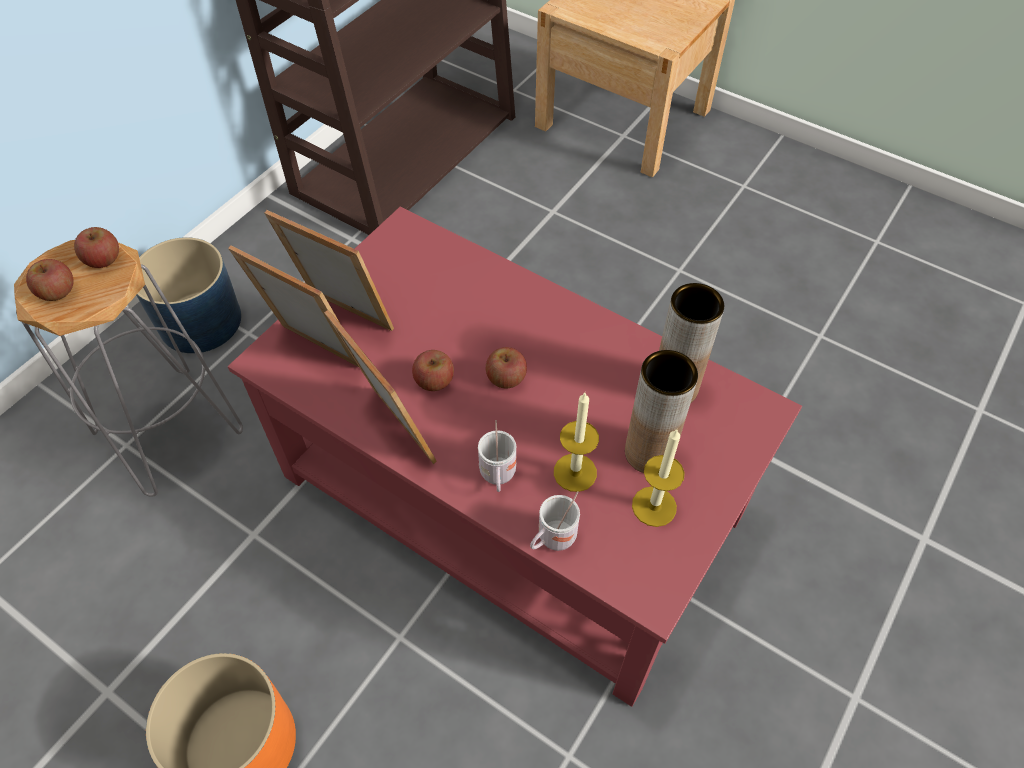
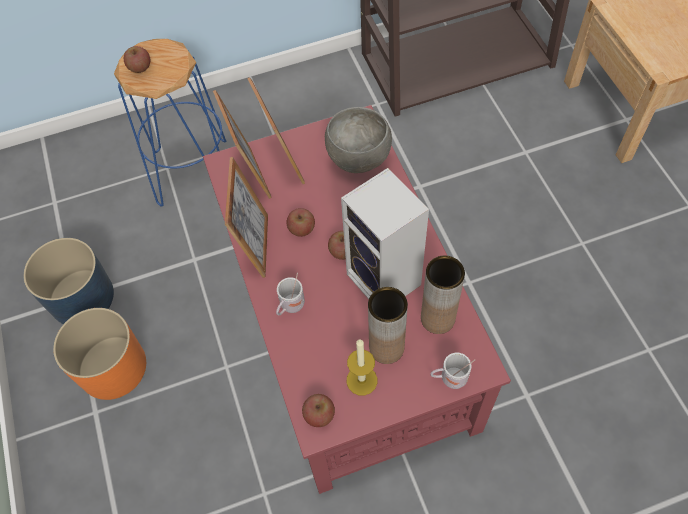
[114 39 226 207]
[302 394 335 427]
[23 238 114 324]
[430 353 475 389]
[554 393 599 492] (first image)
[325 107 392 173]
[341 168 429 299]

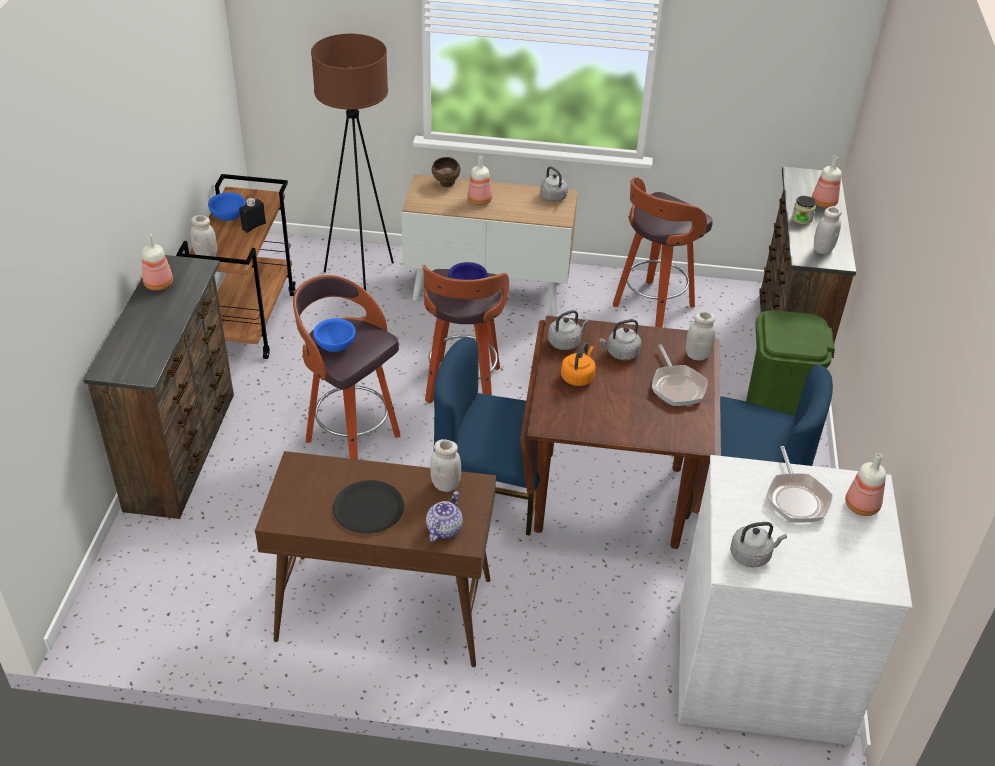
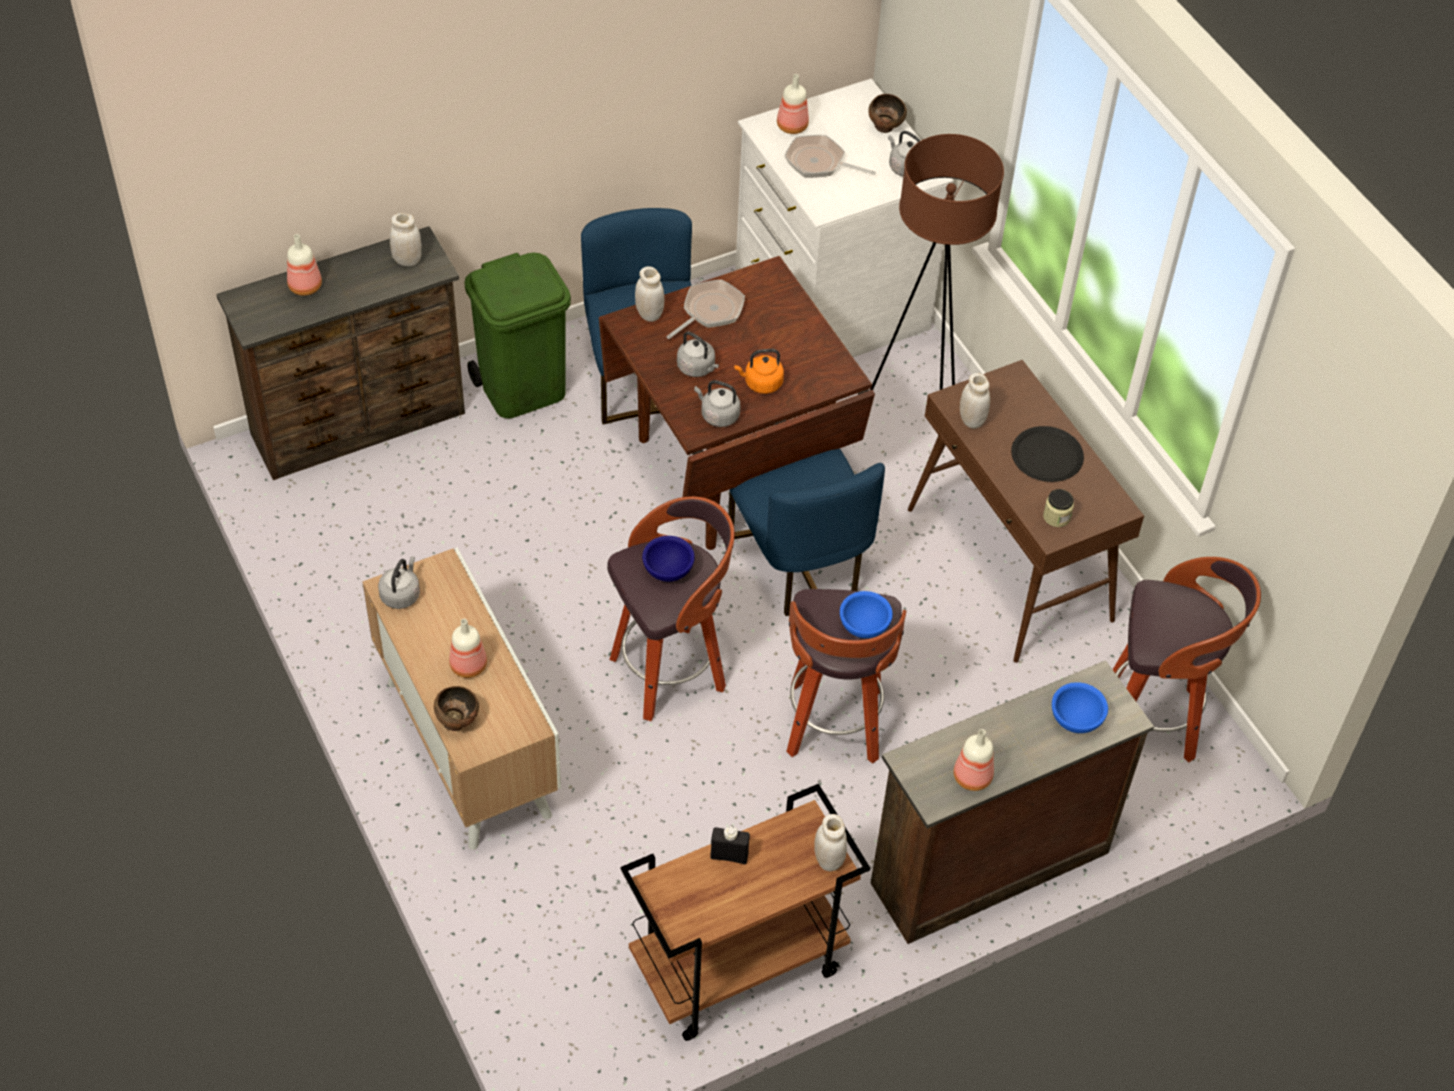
[1052 682 1108 733]
[870 134 1004 390]
[426 491 463 542] (first image)
[1113 557 1261 762]
[784 135 876 178]
[1043 489 1074 527]
[868 94 907 133]

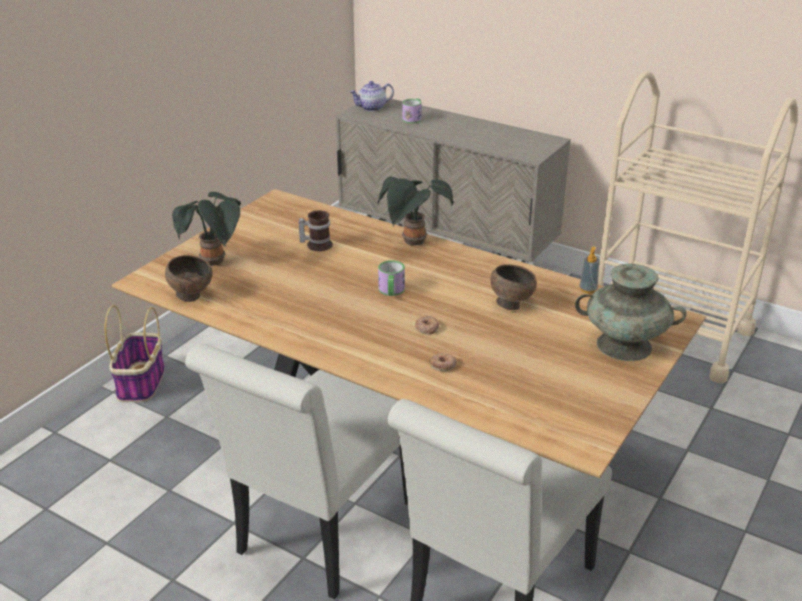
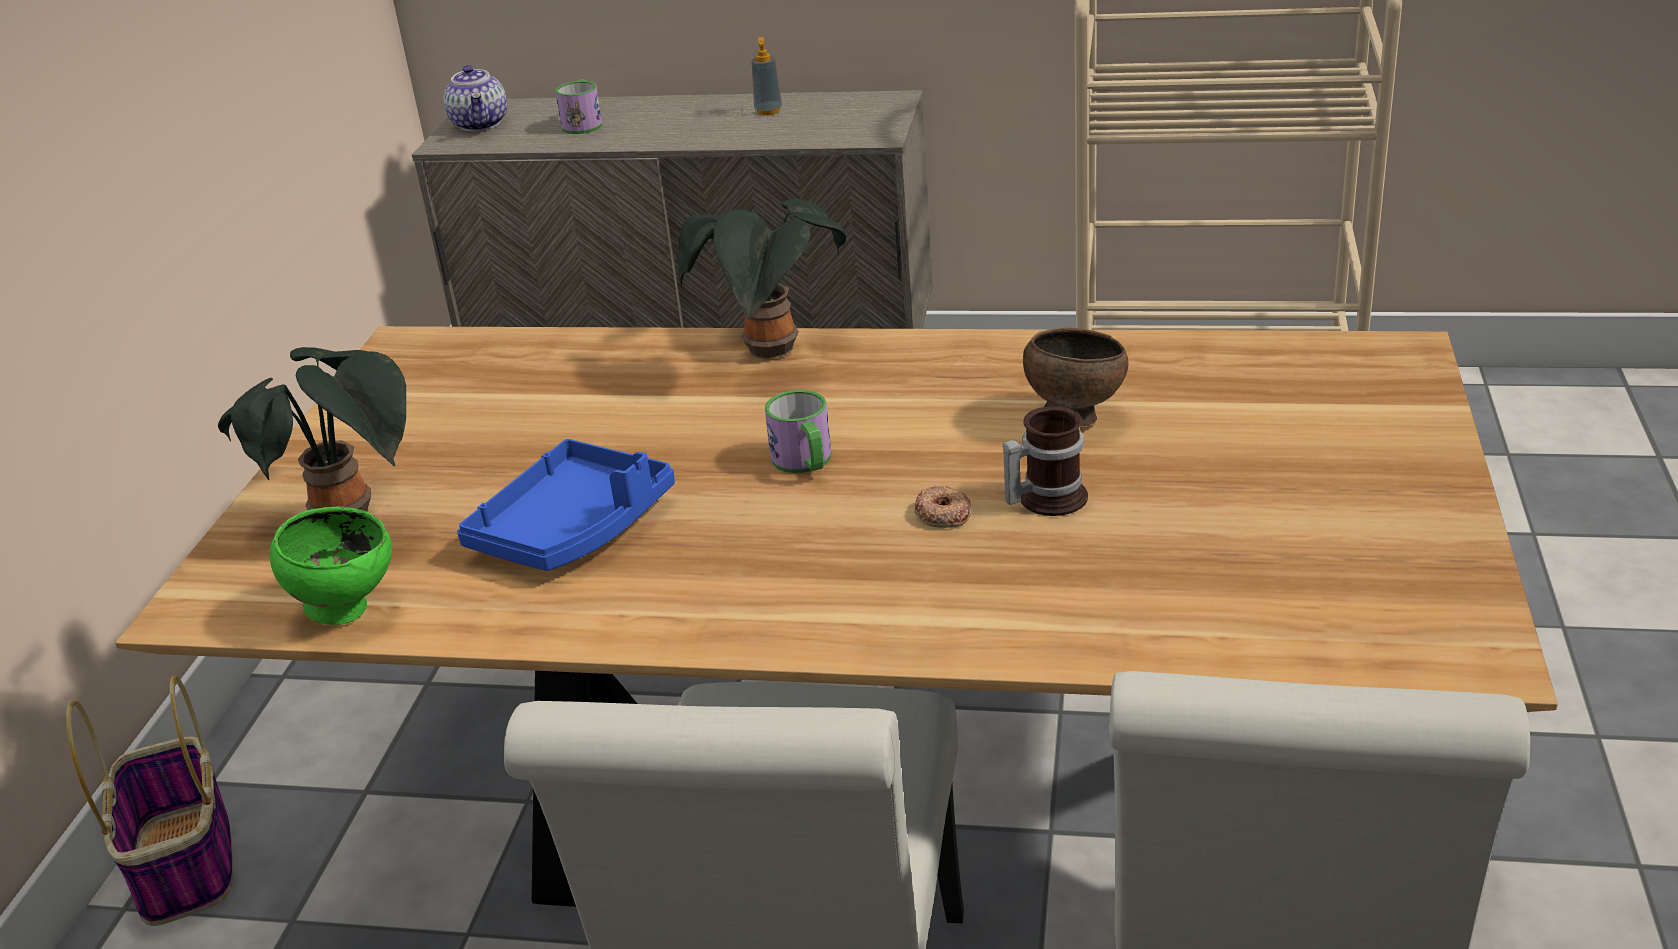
[269 506 392 625]
[1003 406 1088 516]
[444 65 507 131]
[429 353 457 371] (first image)
[575 264 687 361] (first image)
[751 37 782 115]
[457 439 675 571]

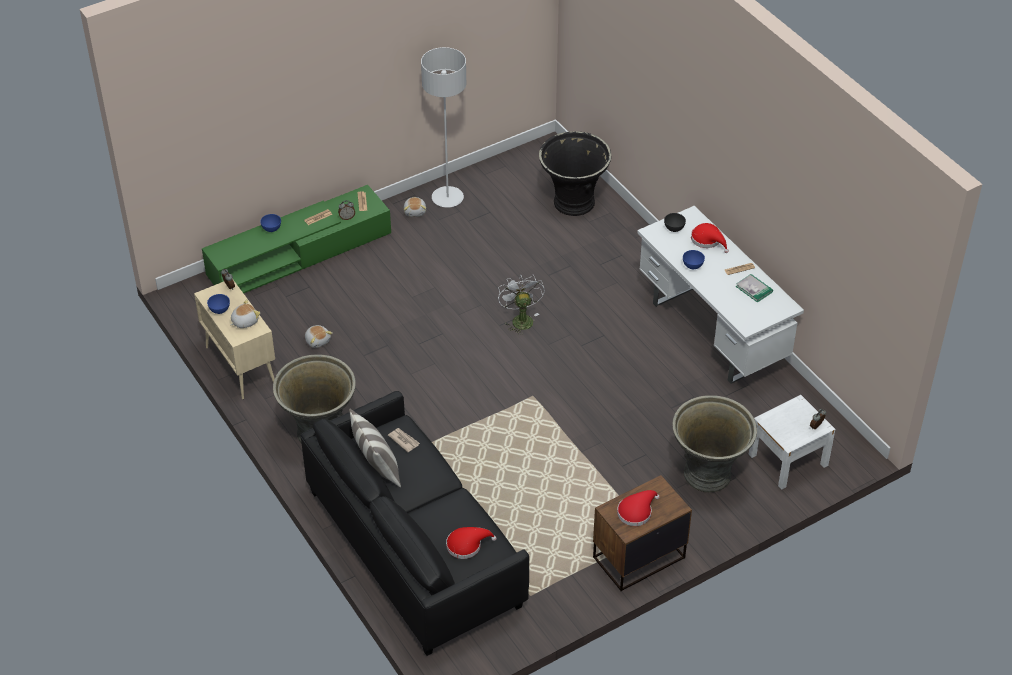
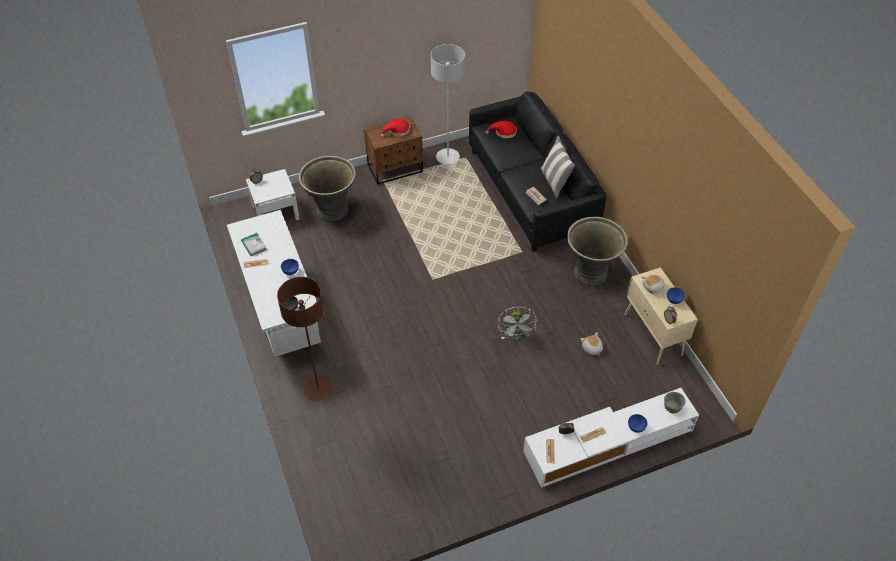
[523 388 699 488]
[404 197 426 217] (first image)
[431 44 465 165]
[498 307 536 339]
[539 131 611 216] (first image)
[691 223 729 253] (first image)
[277 277 333 401]
[664 392 686 414]

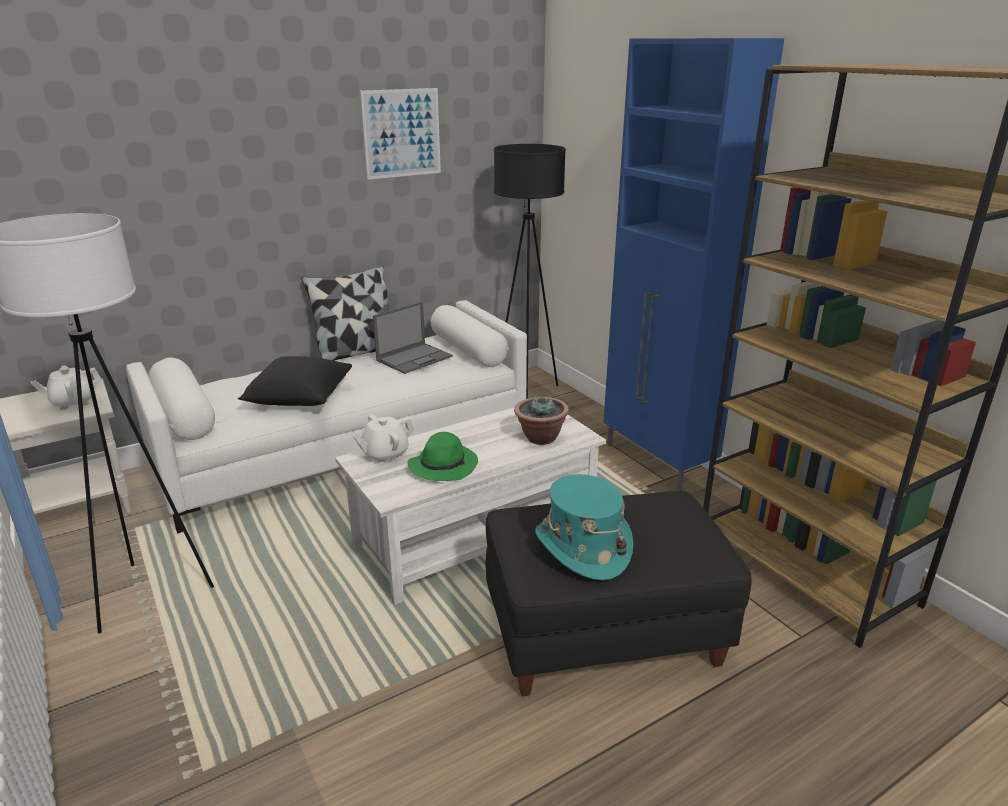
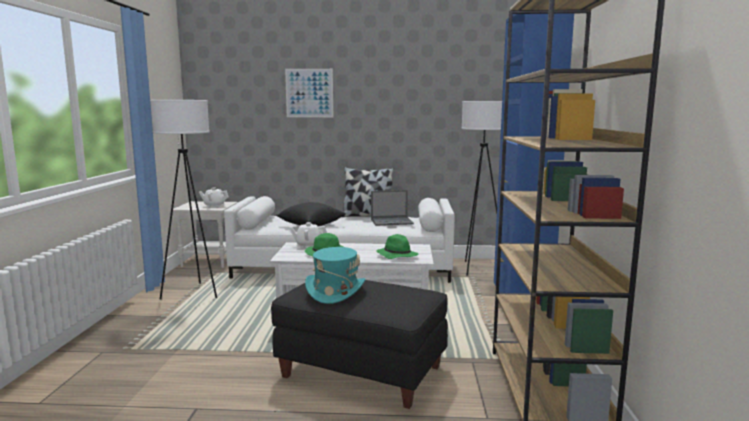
[285 69 333 117]
[461 101 502 276]
[376 234 419 259]

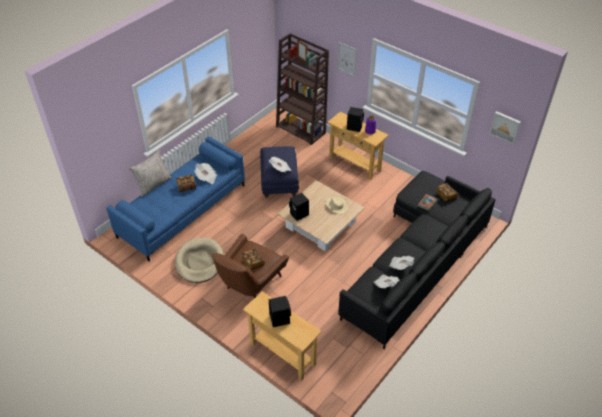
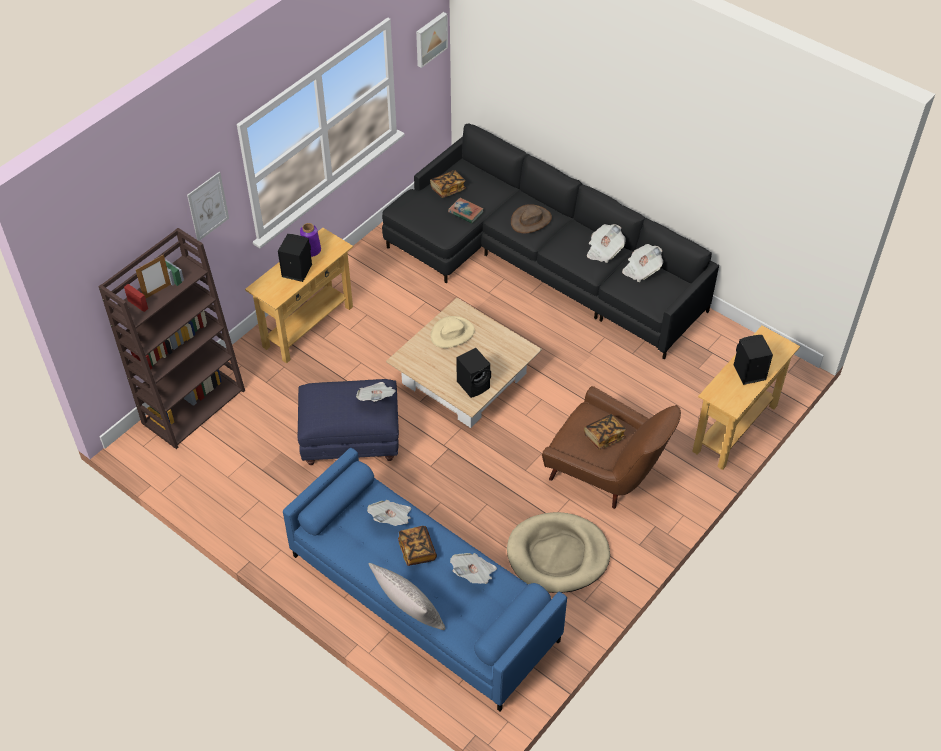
[450 553 497 584]
[511 204 552 234]

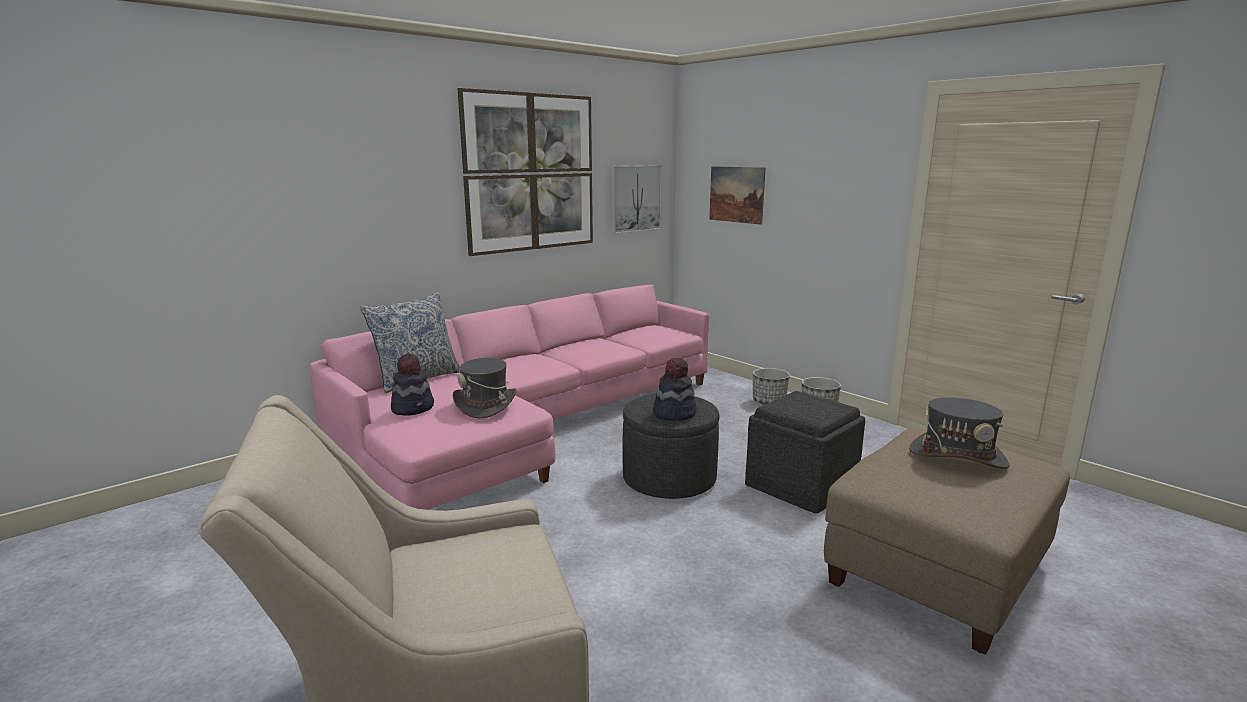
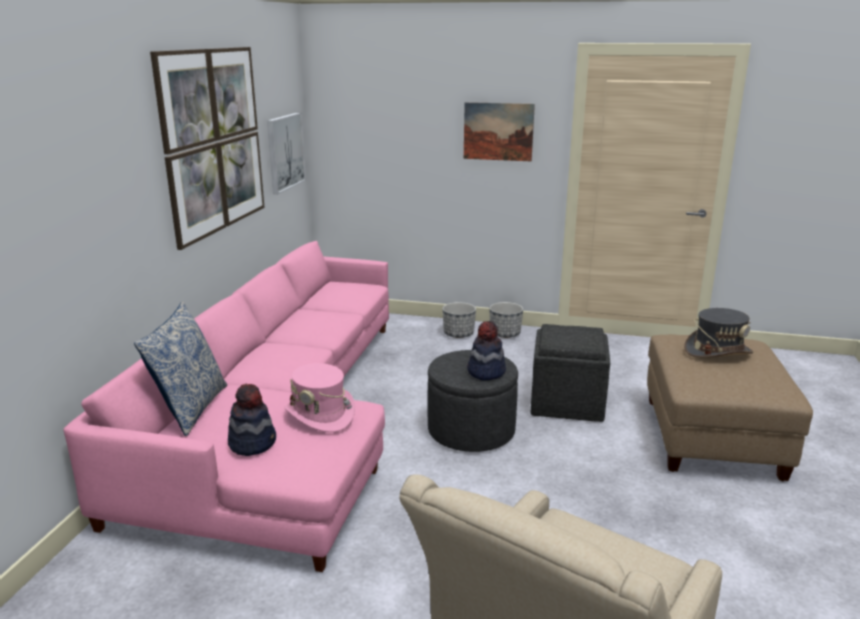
[284 363 355 432]
[464 102 535 161]

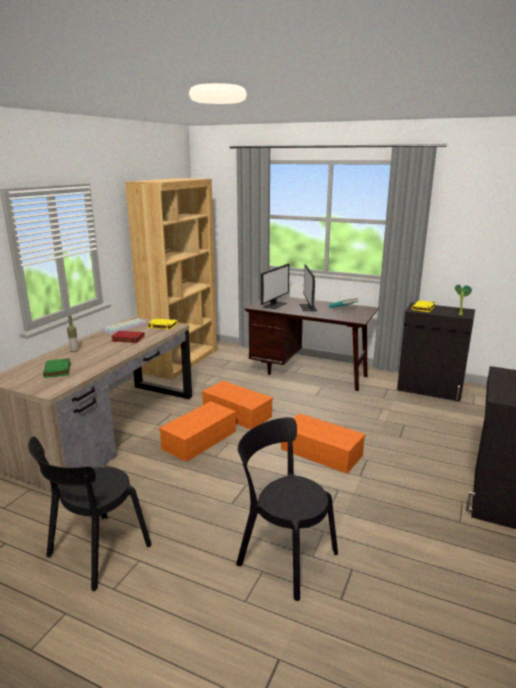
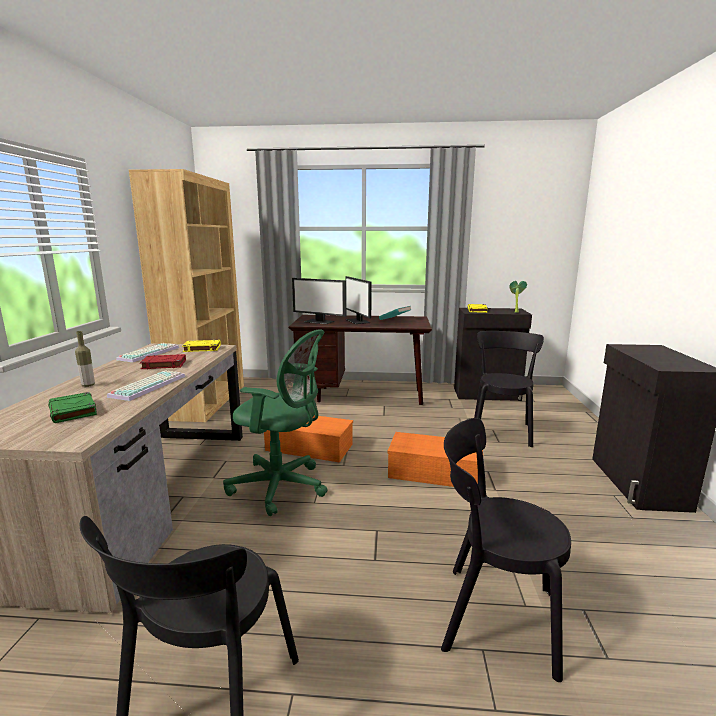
[223 329 328 516]
[292 278 346 324]
[107 370 185 401]
[474 331 544 447]

